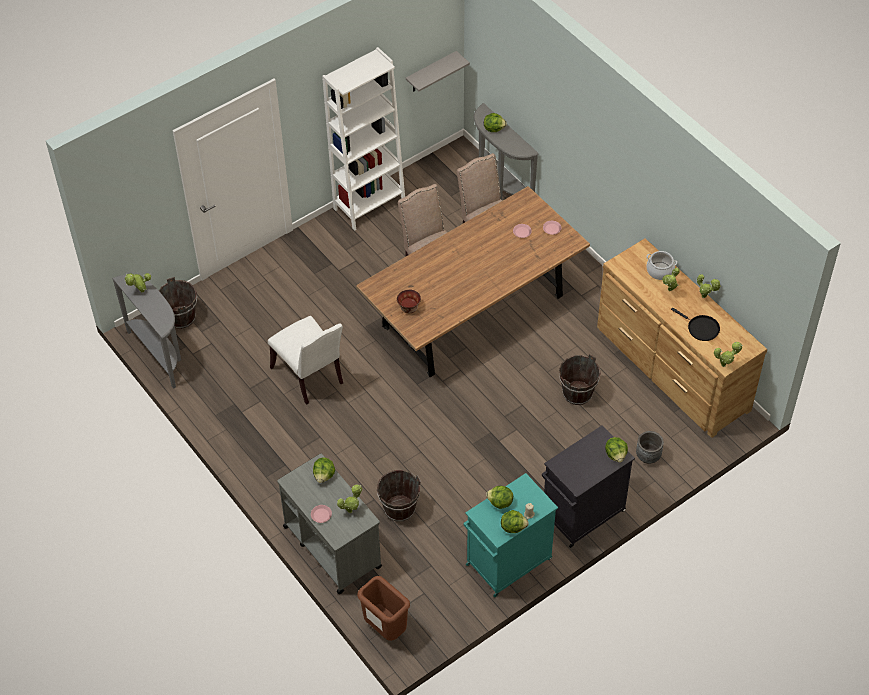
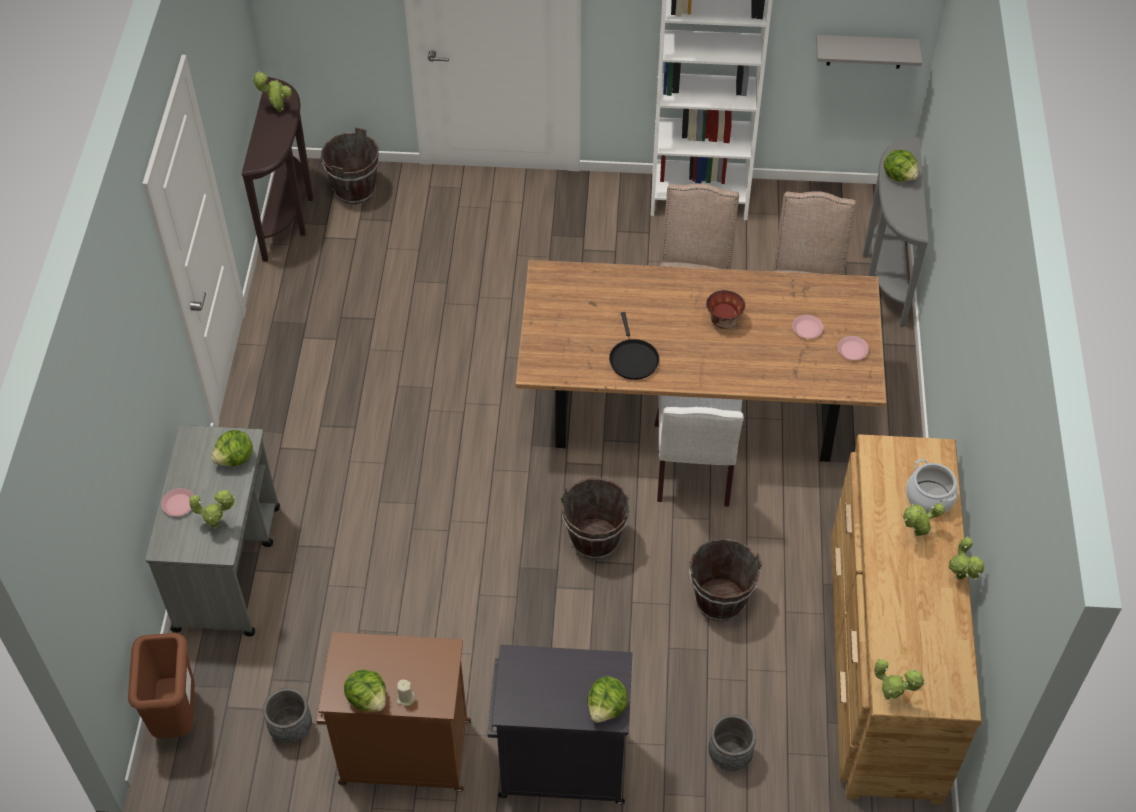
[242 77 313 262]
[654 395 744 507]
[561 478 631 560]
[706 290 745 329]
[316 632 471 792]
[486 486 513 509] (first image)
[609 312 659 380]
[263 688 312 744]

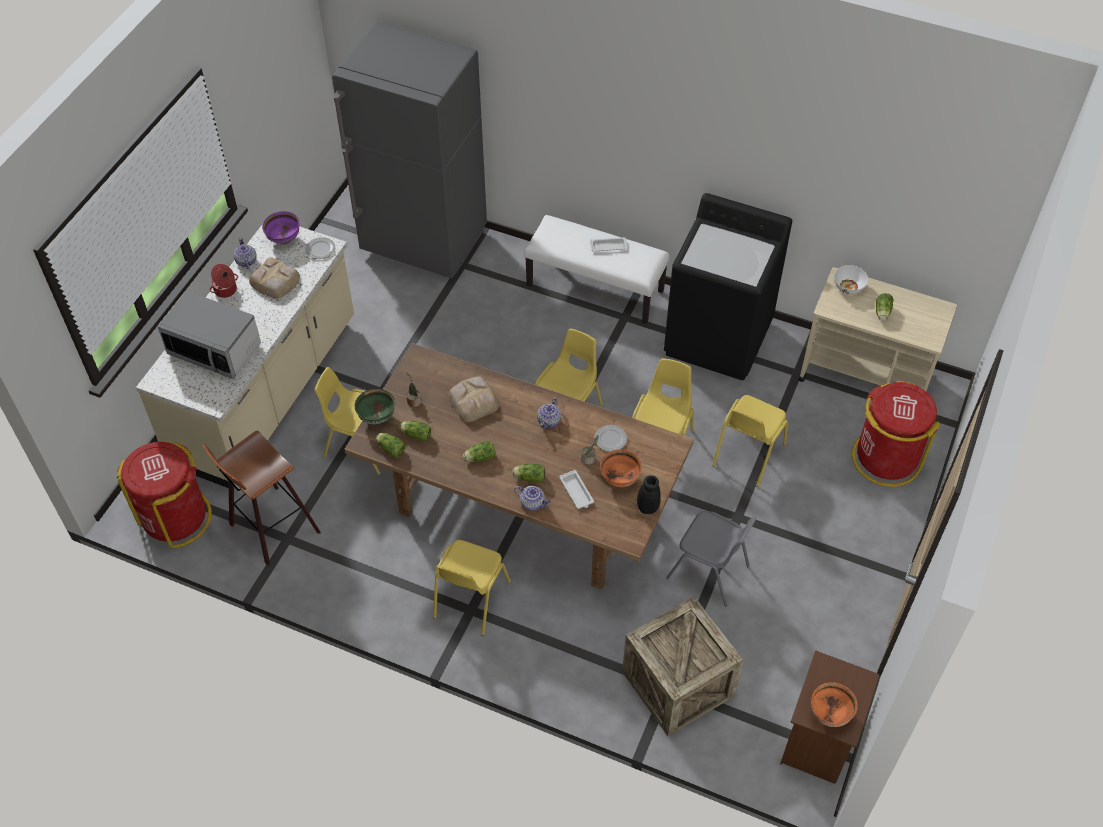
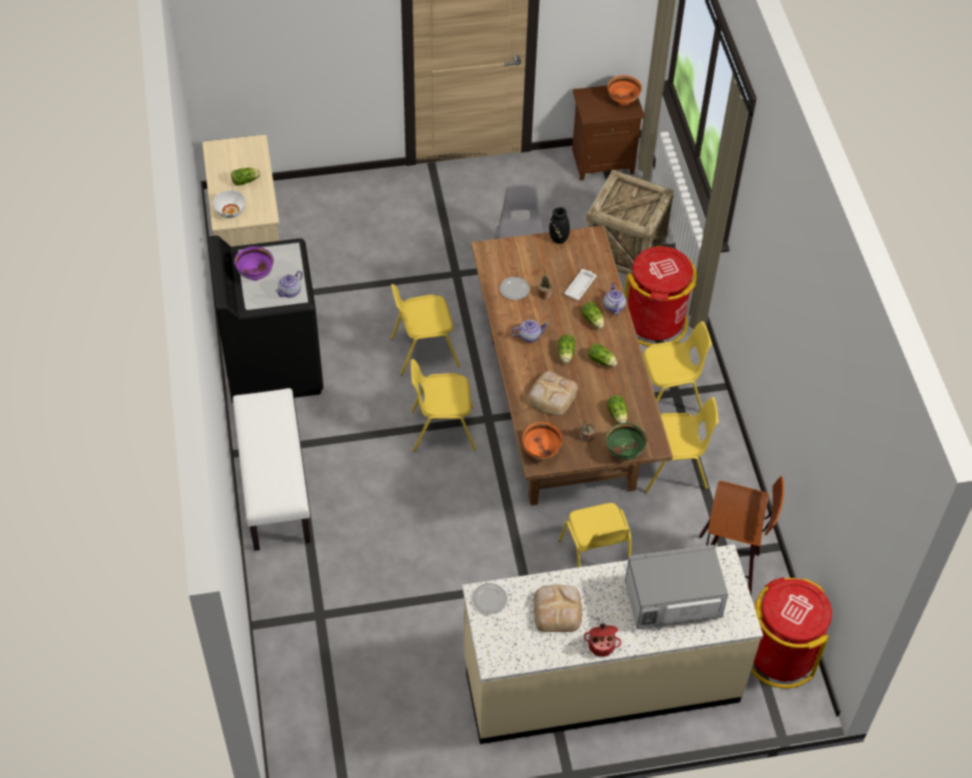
[625 545 728 629]
[275 271 303 298]
[234 246 274 281]
[332 22 487 278] (first image)
[558 334 576 363]
[590 237 628 251] (first image)
[522 422 562 460]
[645 397 719 493]
[625 246 697 346]

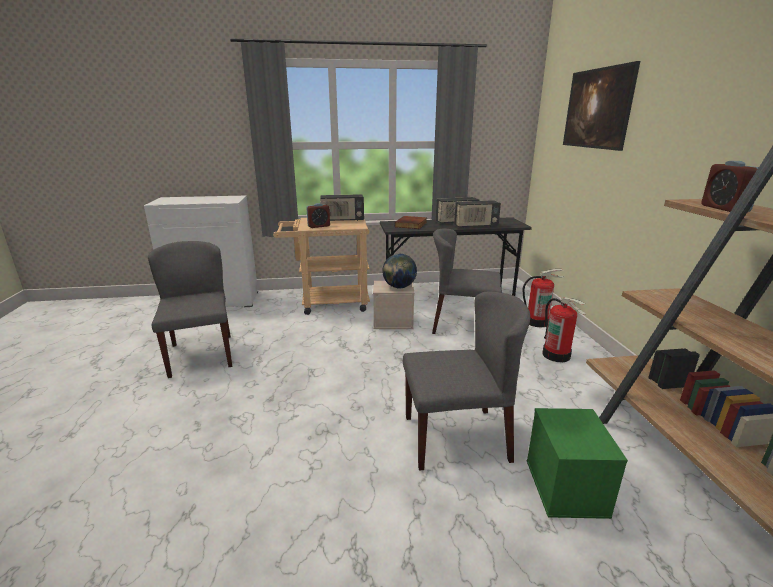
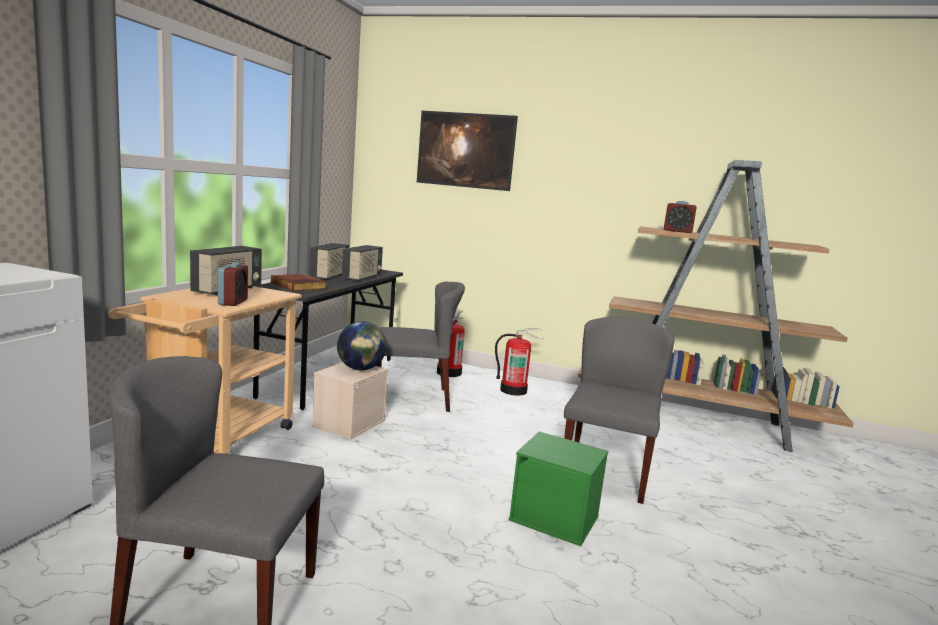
[376 282 465 412]
[508 431 608 546]

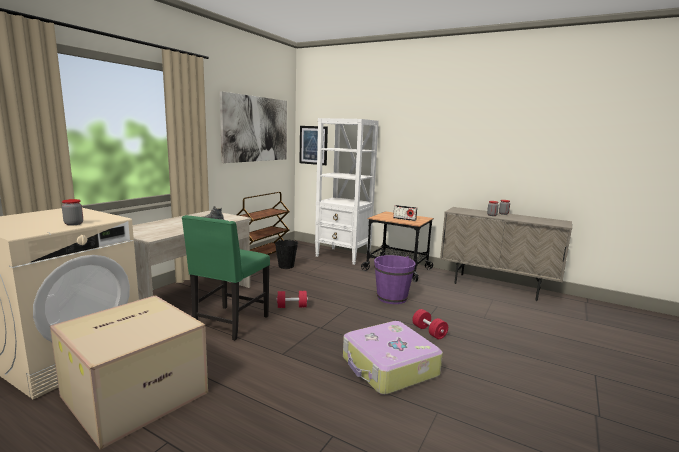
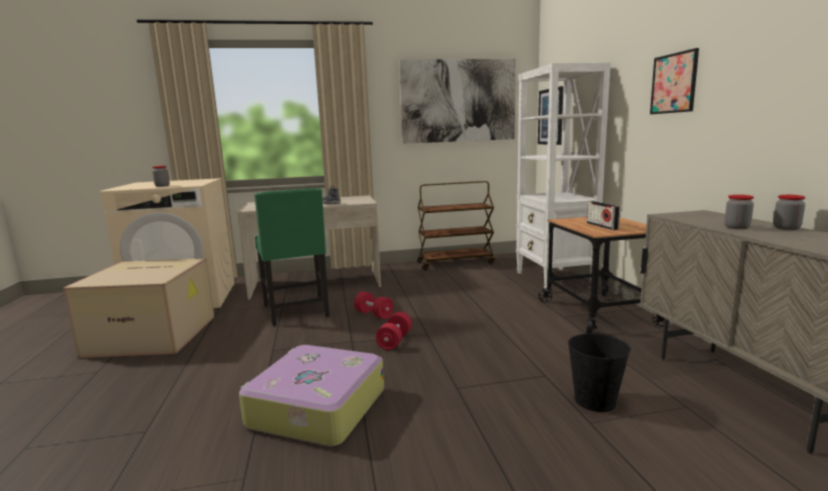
[255 188 329 326]
[568 330 631 412]
[374 255 416 304] (first image)
[375 312 412 350]
[650 48 699 114]

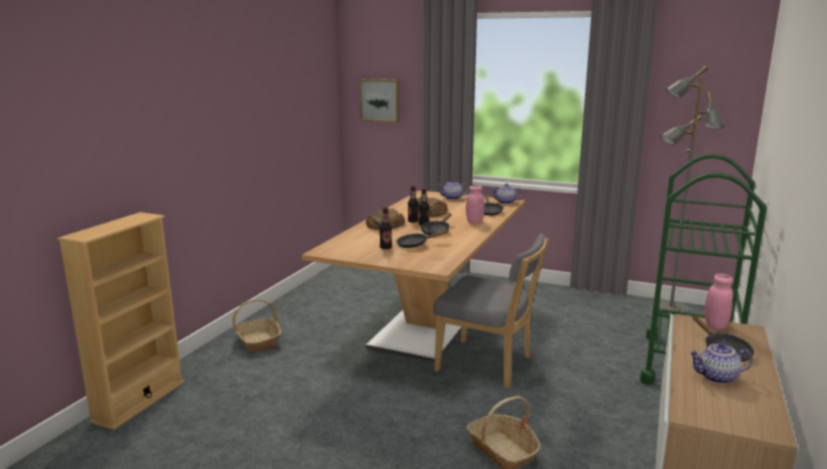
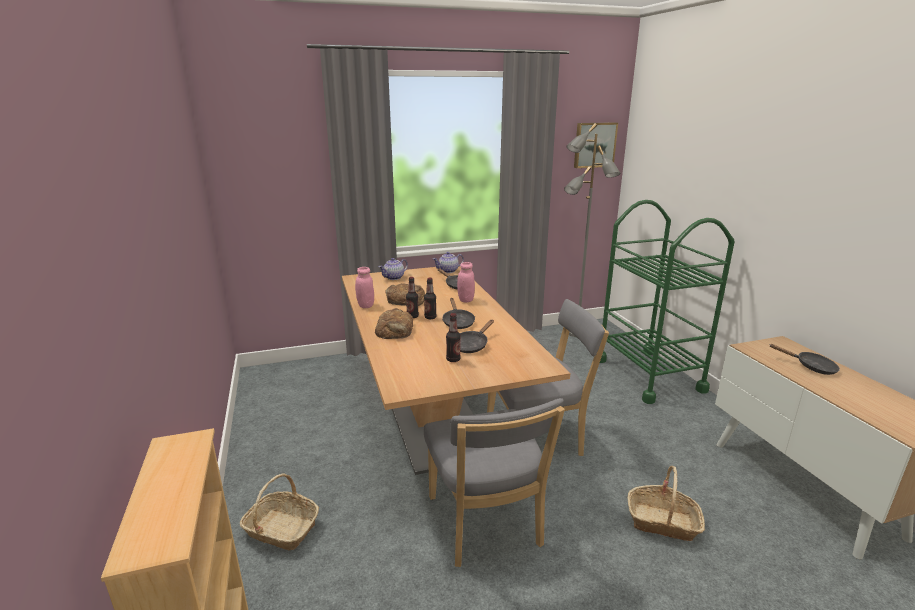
[574 122 618 168]
[689 342 753 384] (first image)
[355 267 374 308]
[424 398 565 567]

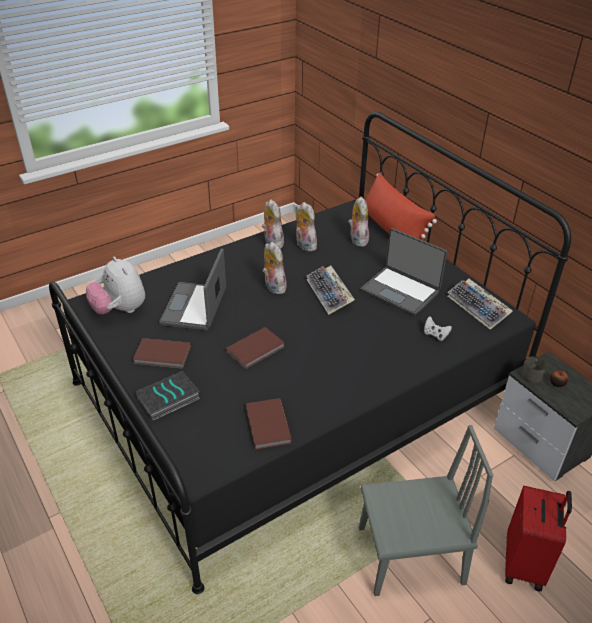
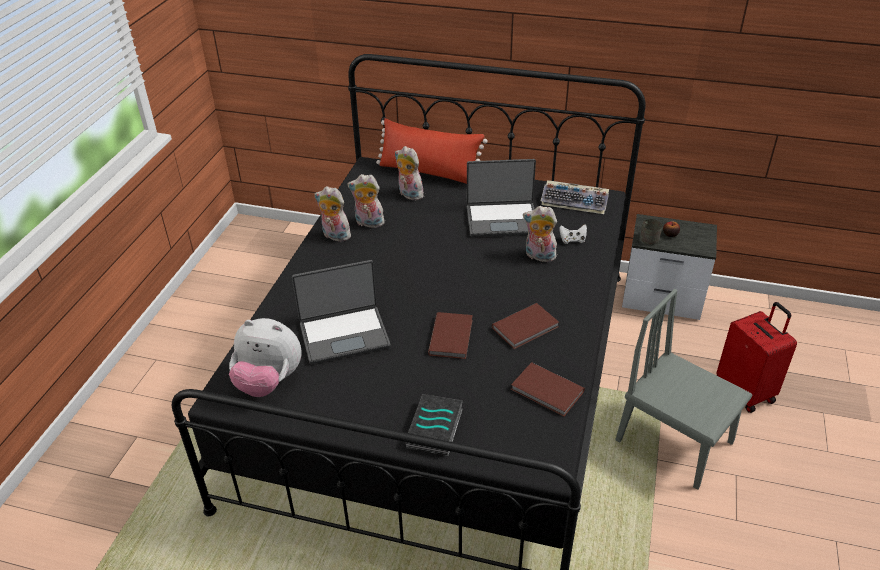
[492 303 559 349]
[292 260 390 364]
[523 206 557 262]
[307 265 355 315] (first image)
[615 289 752 490]

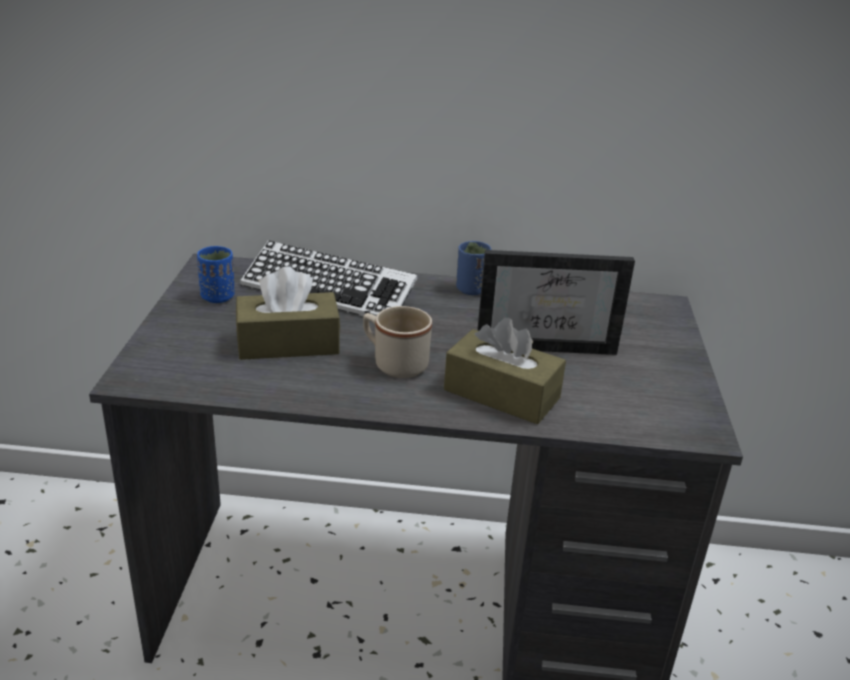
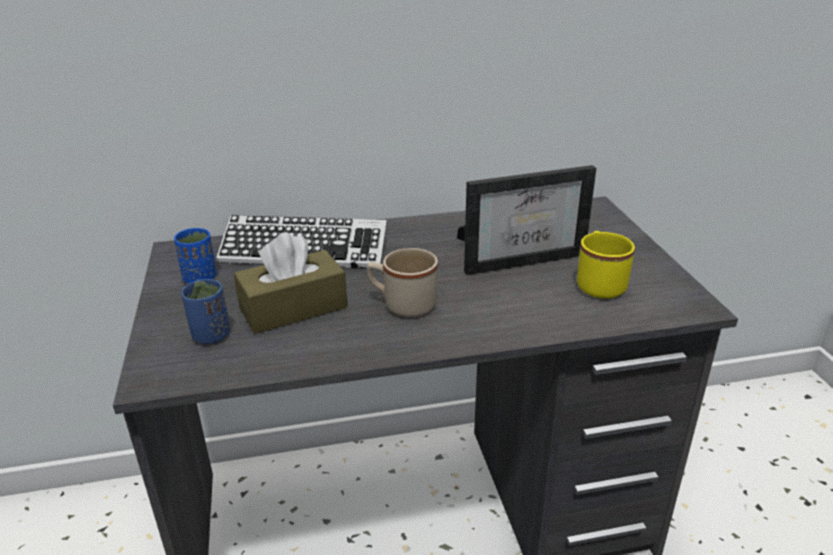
[444 318 566 424] (first image)
[181 279 230 344]
[577 231 635 299]

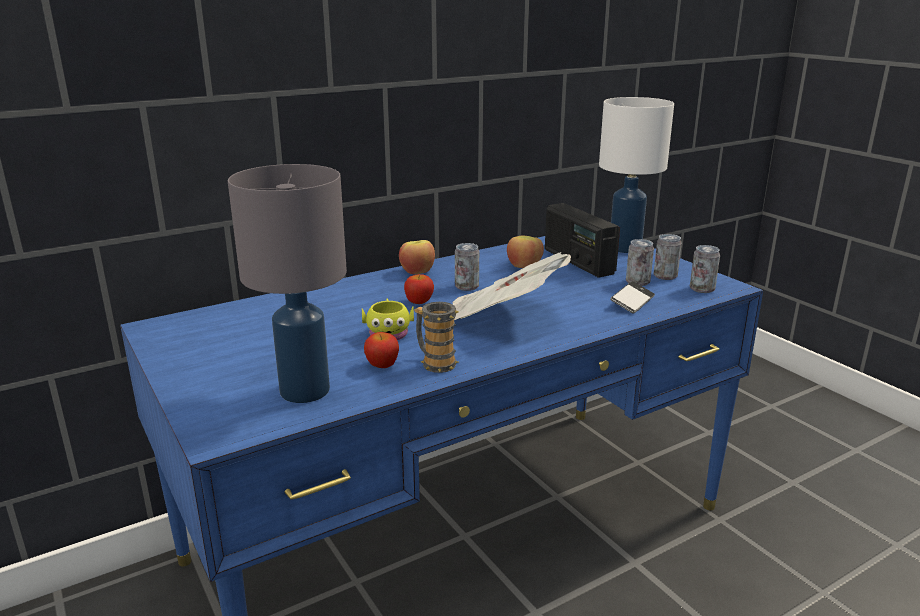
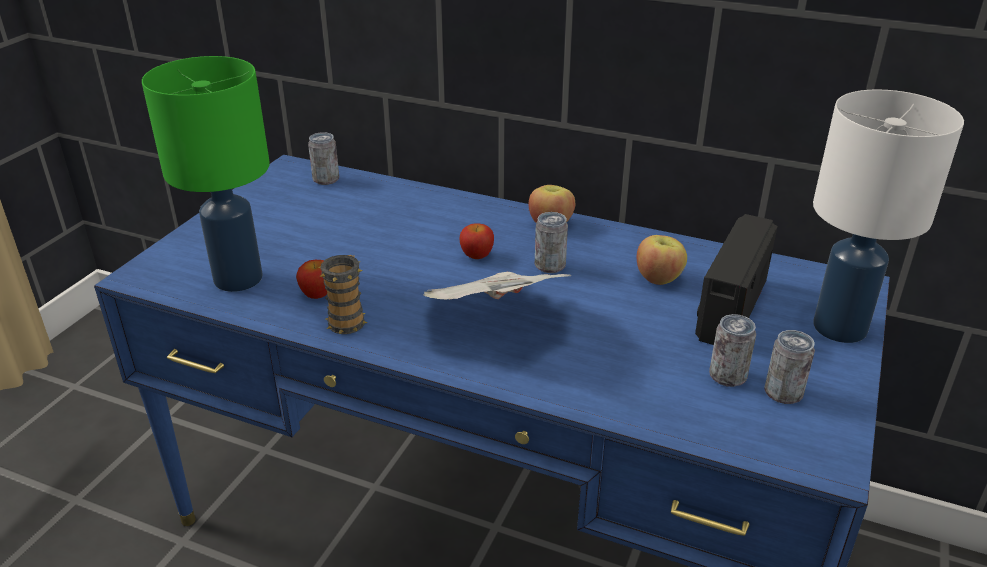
[142 56 270 292]
[362 298 414 340] (first image)
[610 281 655 314] (first image)
[308 132 339 185]

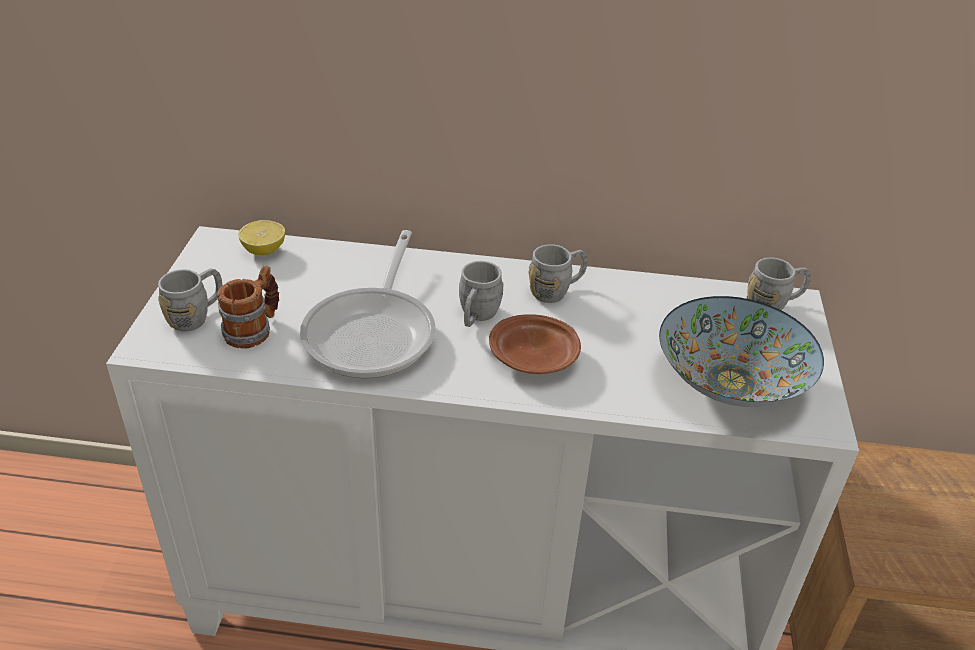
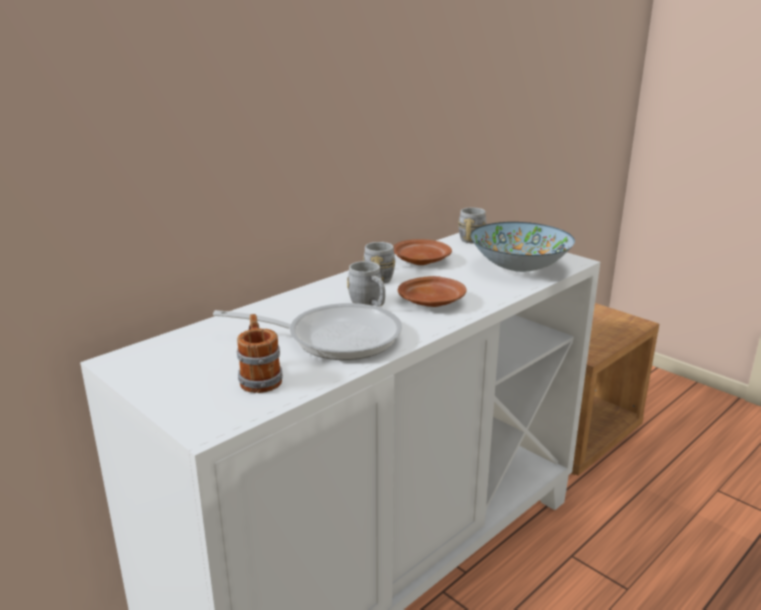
[158 268 222 331] (first image)
[238 220 285 255] (first image)
[213 303 402 360]
[394 239 452 265]

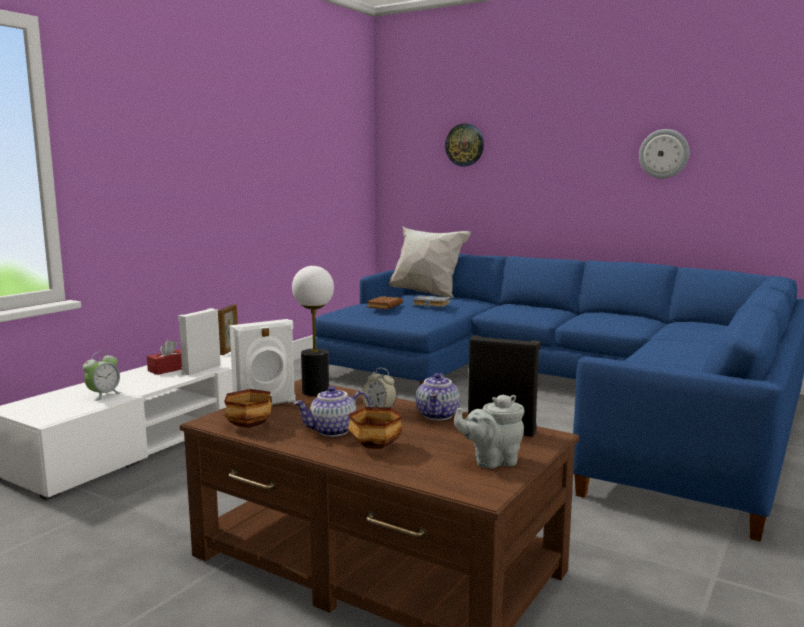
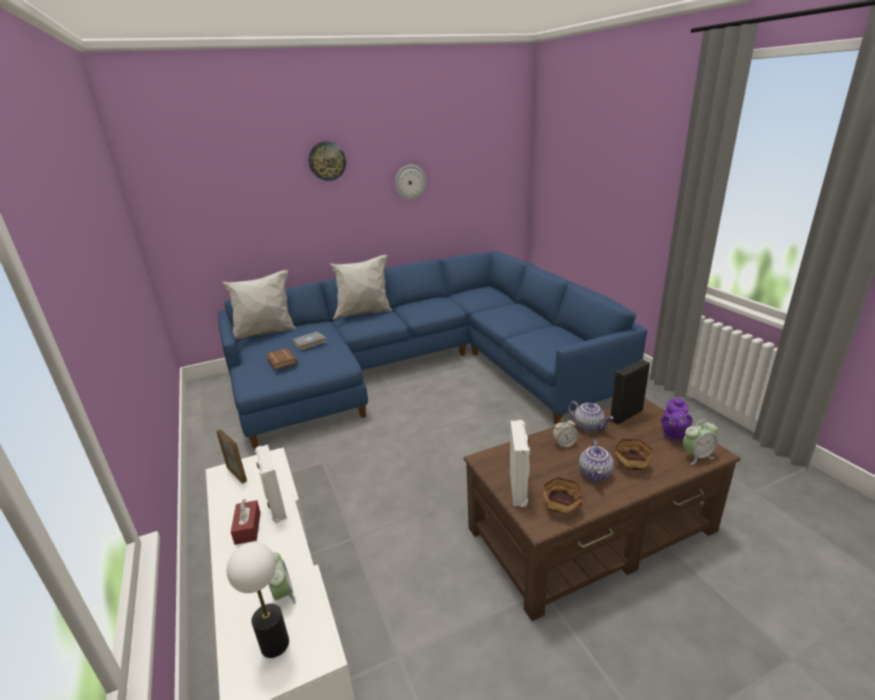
[227 542 289 658]
[308 141 346 181]
[661 396 692 442]
[330 255 392 319]
[683 420 718 465]

